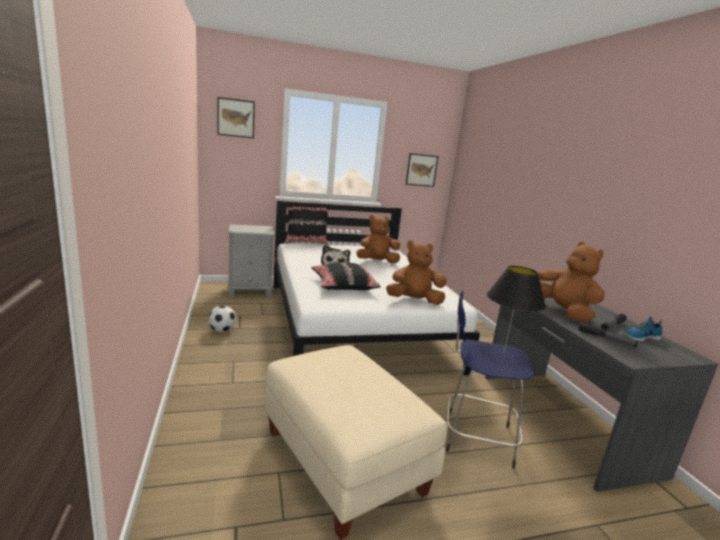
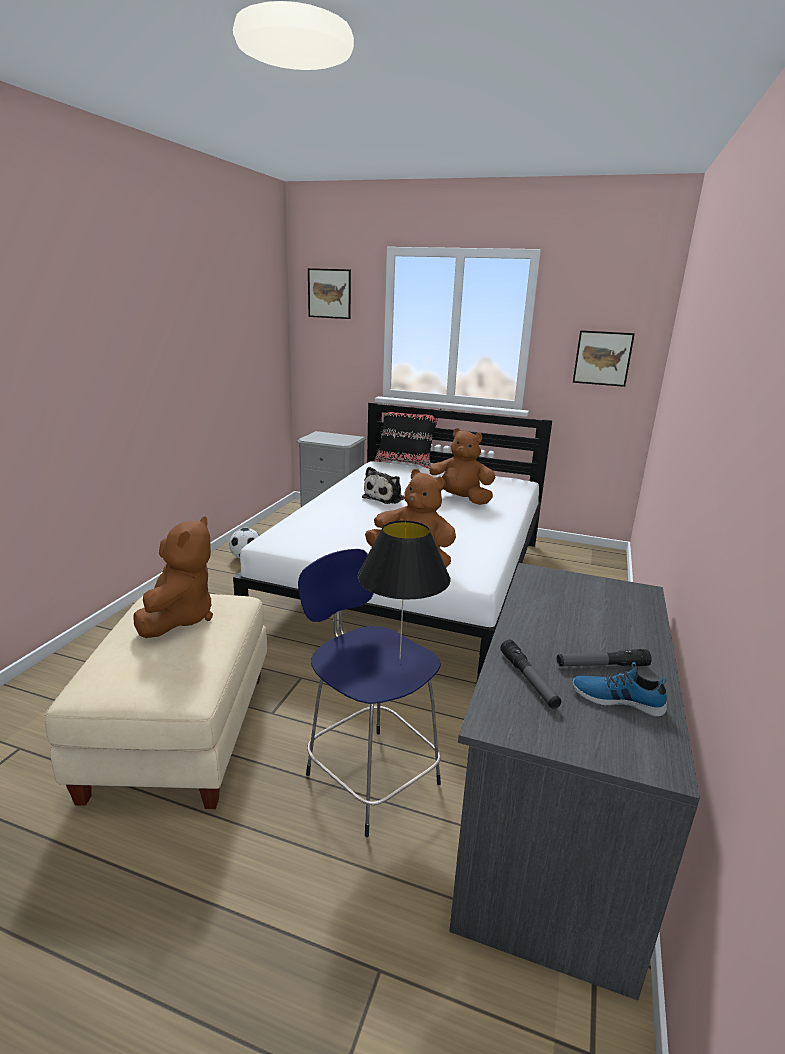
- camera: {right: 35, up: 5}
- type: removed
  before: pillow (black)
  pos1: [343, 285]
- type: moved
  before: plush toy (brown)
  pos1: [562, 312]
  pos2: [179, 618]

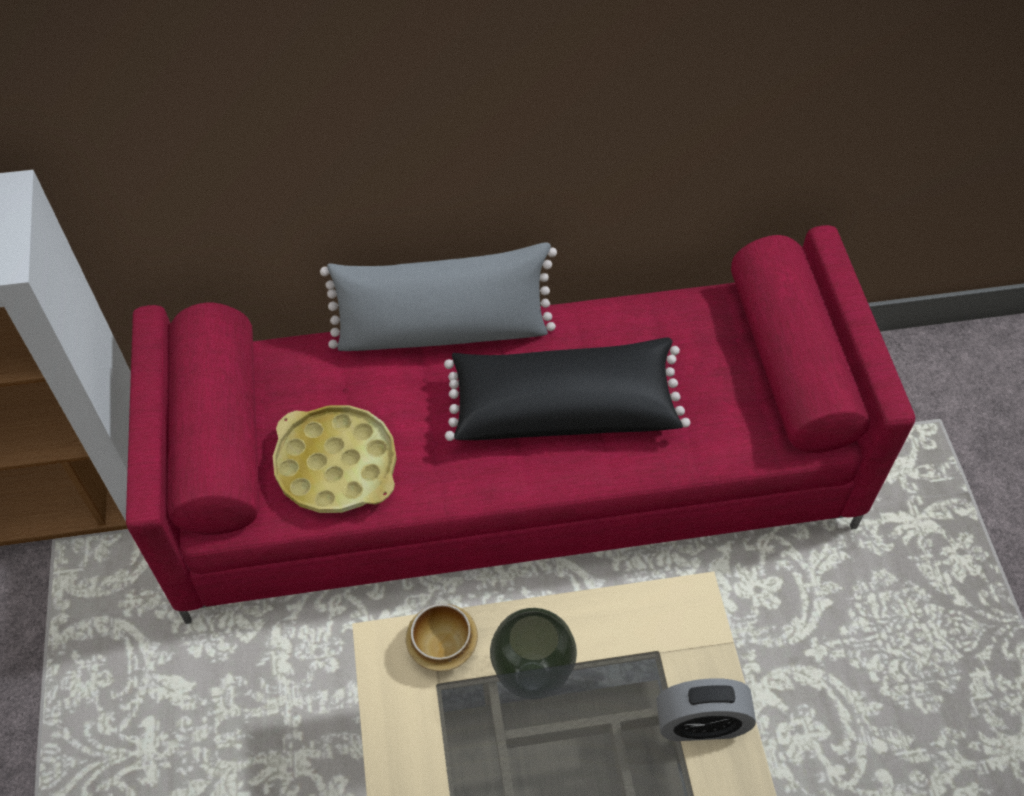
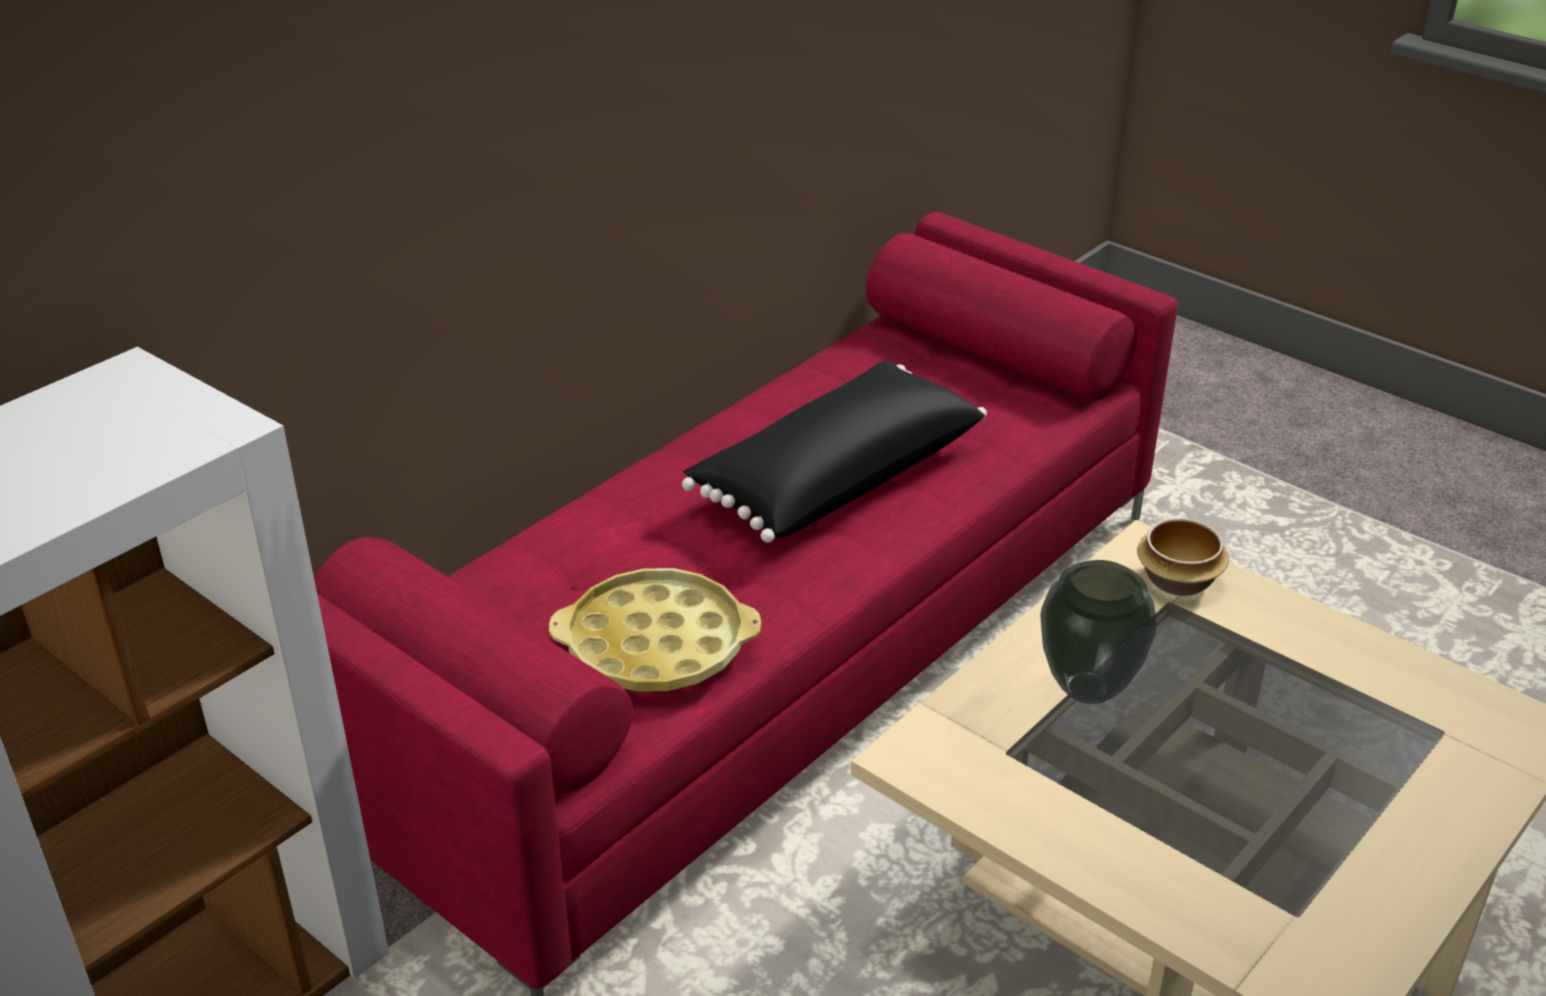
- camera: {right: -40, up: -20}
- type: removed
  before: pillow (grey)
  pos1: [443, 332]
- type: removed
  before: alarm clock
  pos1: [700, 723]
- type: moved
  before: bowl
  pos1: [443, 649]
  pos2: [1180, 581]

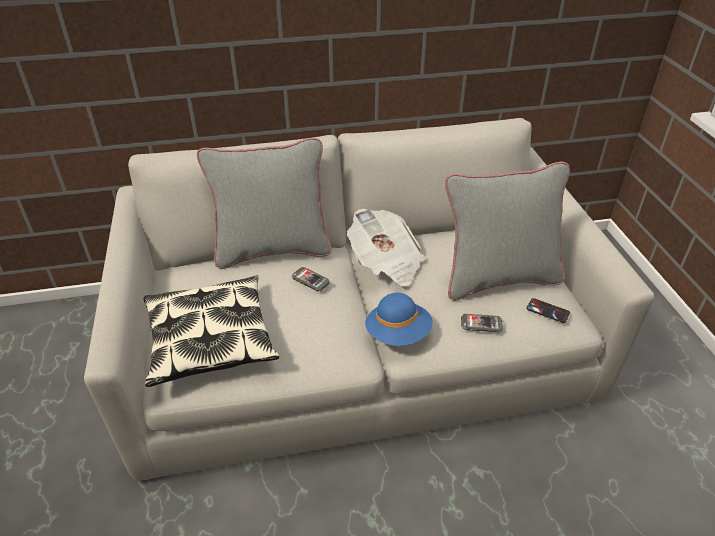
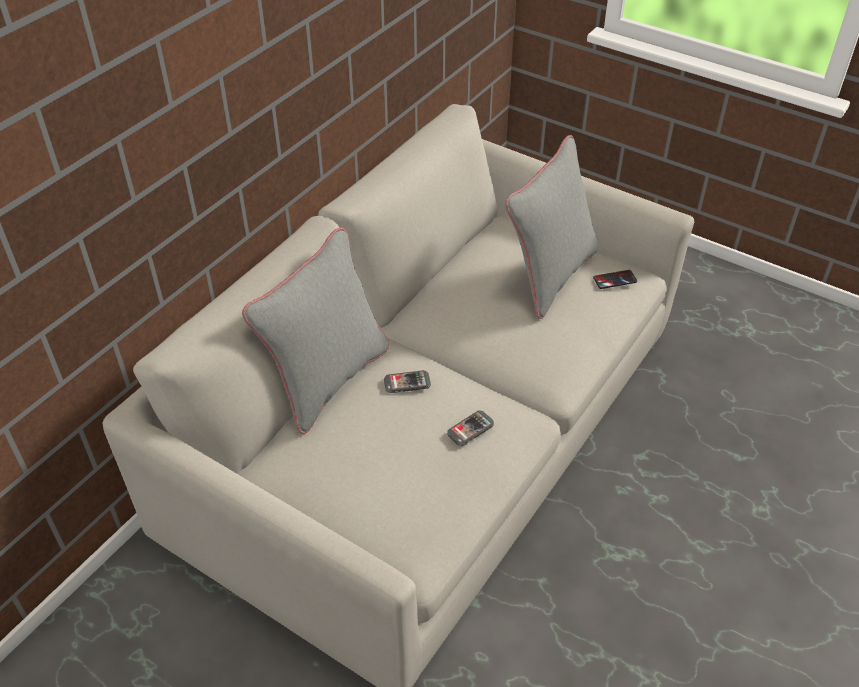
- camera: {right: -45, up: 5}
- type: removed
  before: pillow
  pos1: [210, 339]
- type: removed
  before: newspaper
  pos1: [386, 263]
- type: removed
  before: hat (blue)
  pos1: [398, 334]
- type: moved
  before: phone
  pos1: [481, 324]
  pos2: [470, 429]

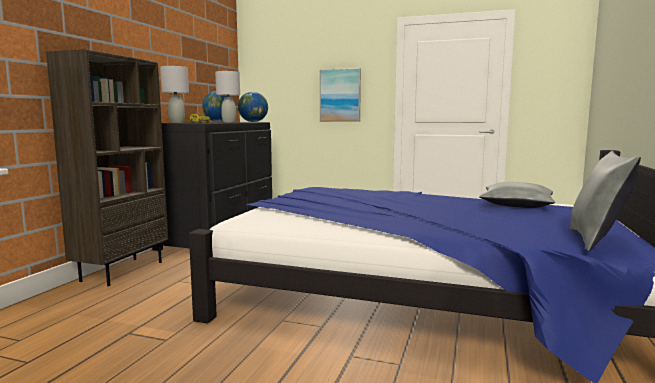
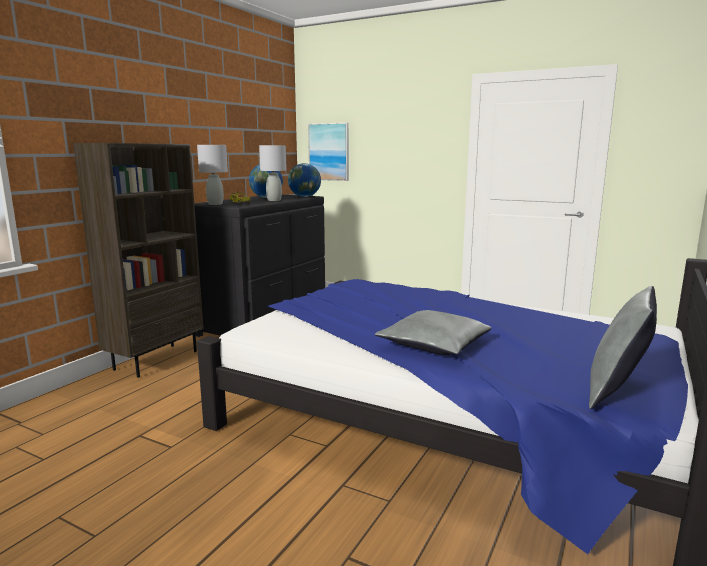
- camera: {right: 10, up: 5}
- type: moved
  before: picture
  pos1: [340, 95]
  pos2: [329, 152]
- type: moved
  before: pillow (grey)
  pos1: [516, 204]
  pos2: [433, 344]

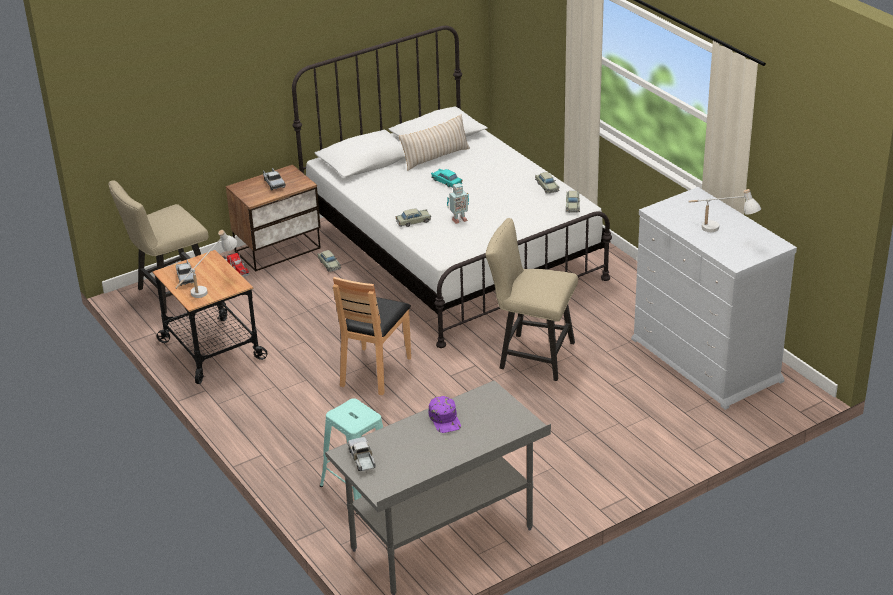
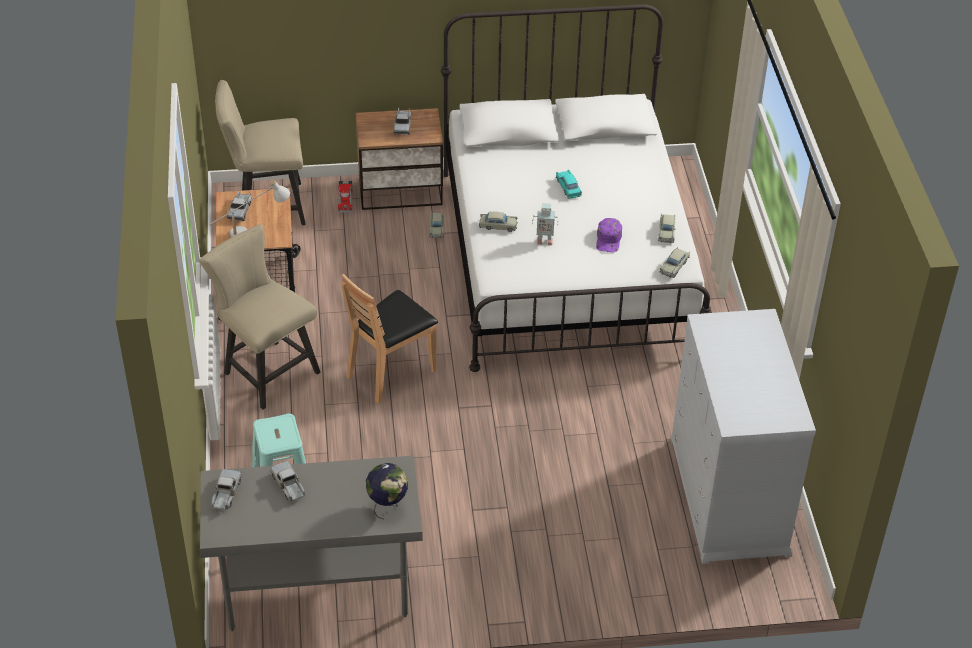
- camera: {right: 25, up: 10}
- type: removed
  before: pillow (beige)
  pos1: [435, 157]
- type: removed
  before: table lamp (white)
  pos1: [721, 232]
- type: added
  after: toy truck
  pos2: [288, 486]
- type: added
  after: globe
  pos2: [387, 505]
- type: moved
  before: cap (purple)
  pos1: [445, 419]
  pos2: [609, 239]
- type: moved
  before: chair (beige)
  pos1: [531, 355]
  pos2: [266, 370]

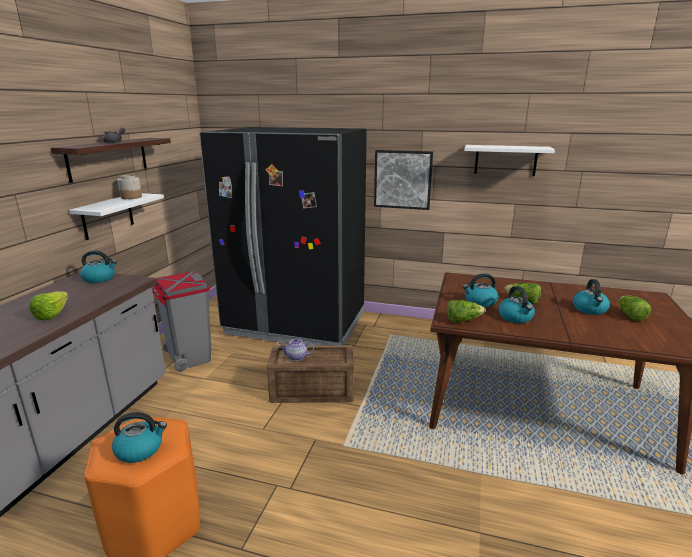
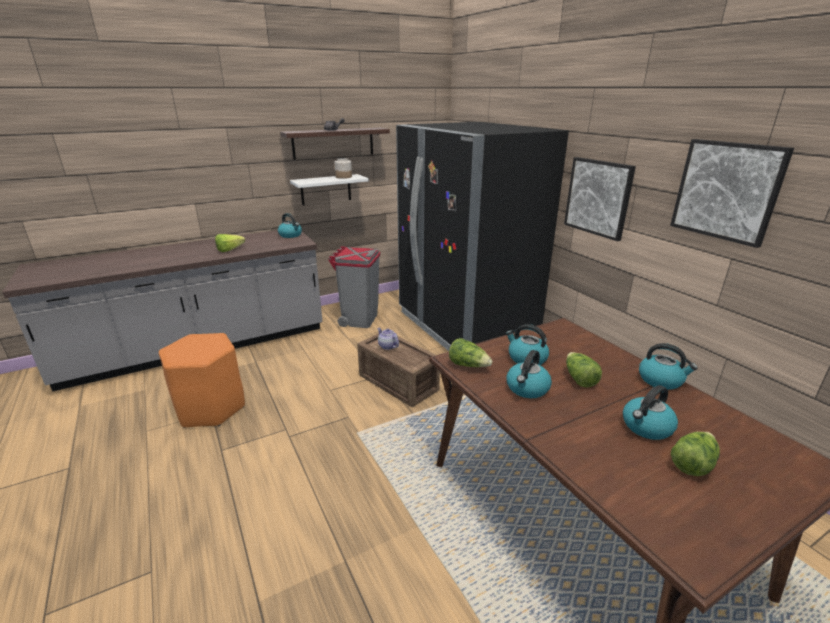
- camera: {right: 45, up: 5}
- type: moved
  before: kettle
  pos1: [140, 449]
  pos2: [661, 380]
- type: replaced
  before: shelf (white)
  after: picture
  pos1: [505, 160]
  pos2: [726, 191]

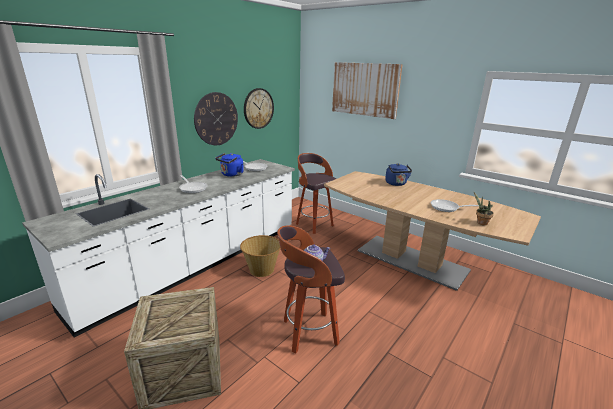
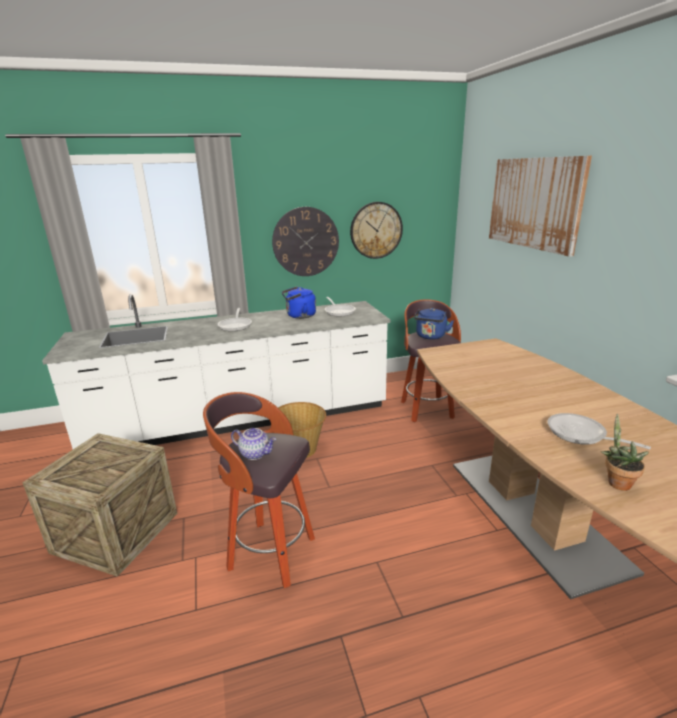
- camera: {right: 35, up: 0}
- type: moved
  before: kettle (blue)
  pos1: [396, 184]
  pos2: [430, 337]

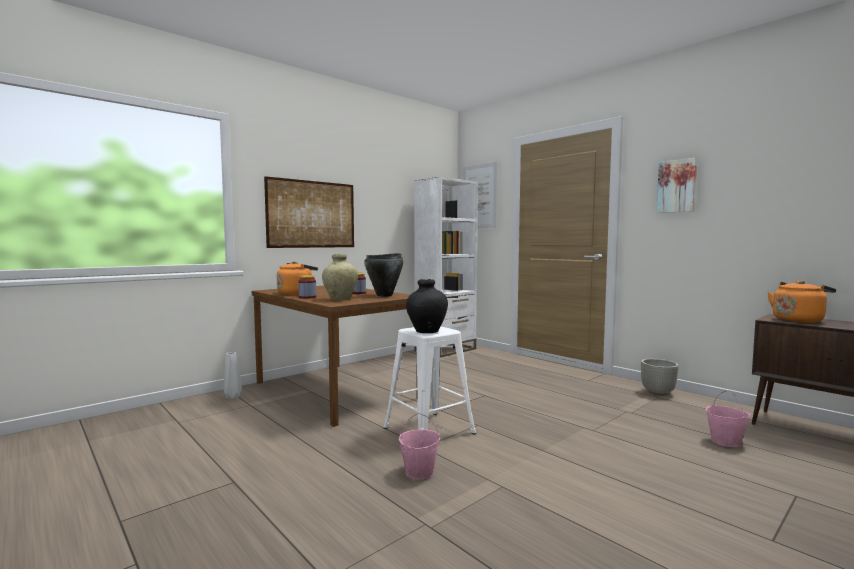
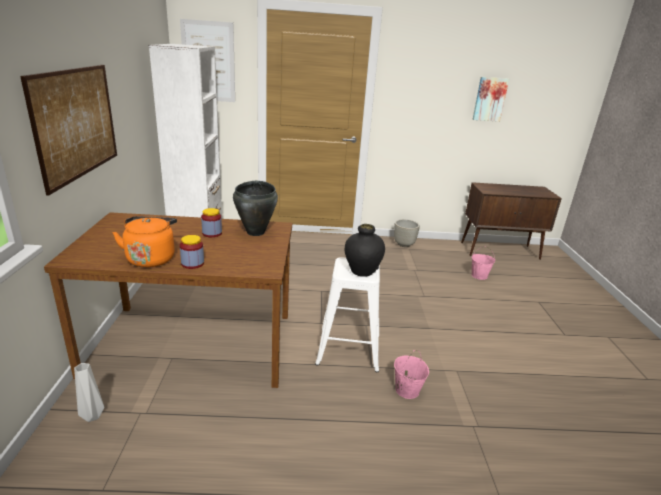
- camera: {right: -50, up: 20}
- type: removed
  before: vase (beige)
  pos1: [340, 299]
- type: removed
  before: kettle (orange)
  pos1: [798, 320]
- type: moved
  before: picture
  pos1: [677, 186]
  pos2: [489, 99]

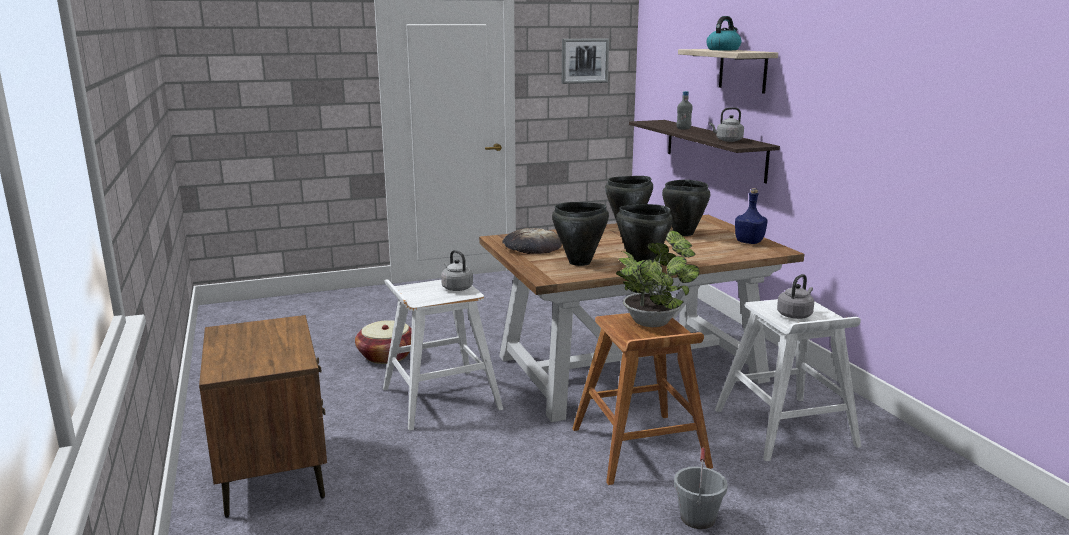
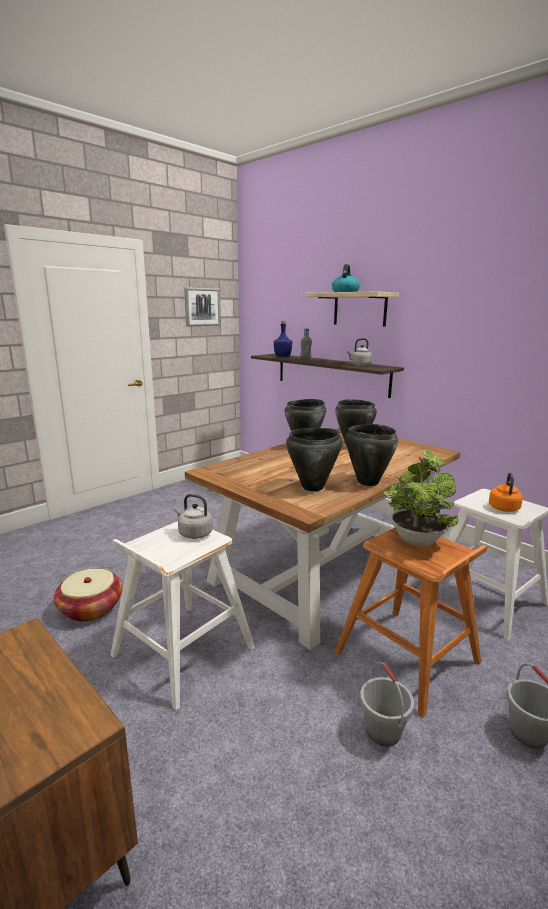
- camera: {right: -25, up: 0}
- type: removed
  before: bread
  pos1: [532, 247]
- type: added
  after: bucket (grey)
  pos2: [382, 731]
- type: moved
  before: bottle (blue)
  pos1: [749, 242]
  pos2: [282, 356]
- type: recoloured
  before: kettle (grey)
  after: kettle (orange)
  pos1: [795, 315]
  pos2: [503, 507]

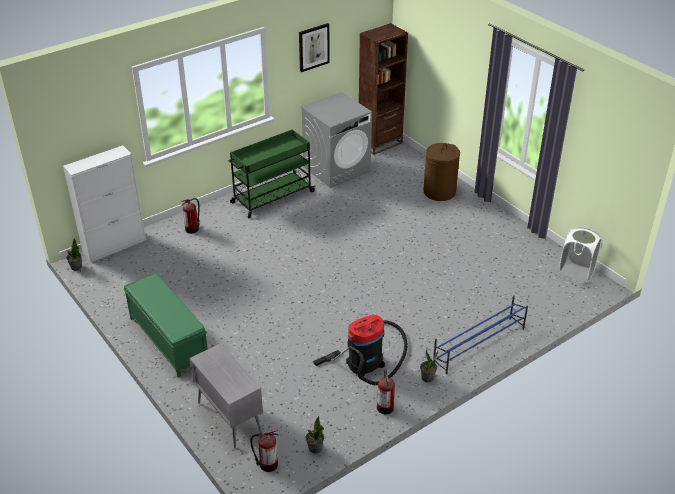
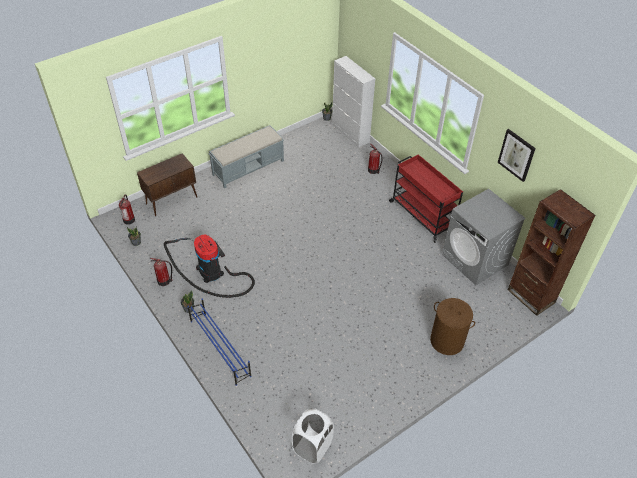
- camera: {right: 90, up: 10}
- type: recoloured
  before: bench (green)
  after: bench (grey)
  pos1: [168, 339]
  pos2: [249, 167]
- type: recoloured
  before: cabinet (grey)
  after: cabinet (brown)
  pos1: [229, 417]
  pos2: [172, 200]
- type: recoloured
  before: cart (green)
  after: cart (red)
  pos1: [271, 197]
  pos2: [422, 215]

